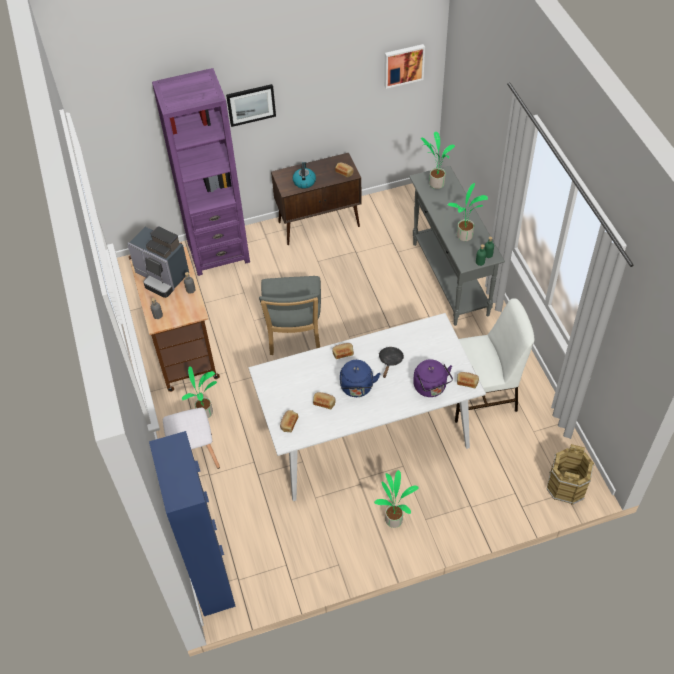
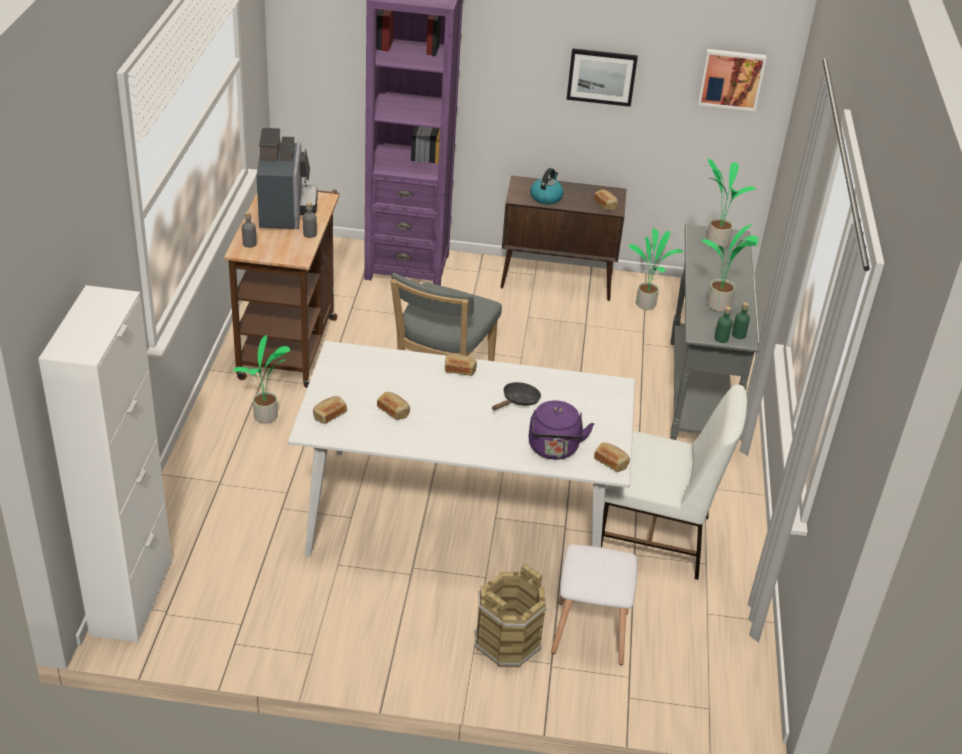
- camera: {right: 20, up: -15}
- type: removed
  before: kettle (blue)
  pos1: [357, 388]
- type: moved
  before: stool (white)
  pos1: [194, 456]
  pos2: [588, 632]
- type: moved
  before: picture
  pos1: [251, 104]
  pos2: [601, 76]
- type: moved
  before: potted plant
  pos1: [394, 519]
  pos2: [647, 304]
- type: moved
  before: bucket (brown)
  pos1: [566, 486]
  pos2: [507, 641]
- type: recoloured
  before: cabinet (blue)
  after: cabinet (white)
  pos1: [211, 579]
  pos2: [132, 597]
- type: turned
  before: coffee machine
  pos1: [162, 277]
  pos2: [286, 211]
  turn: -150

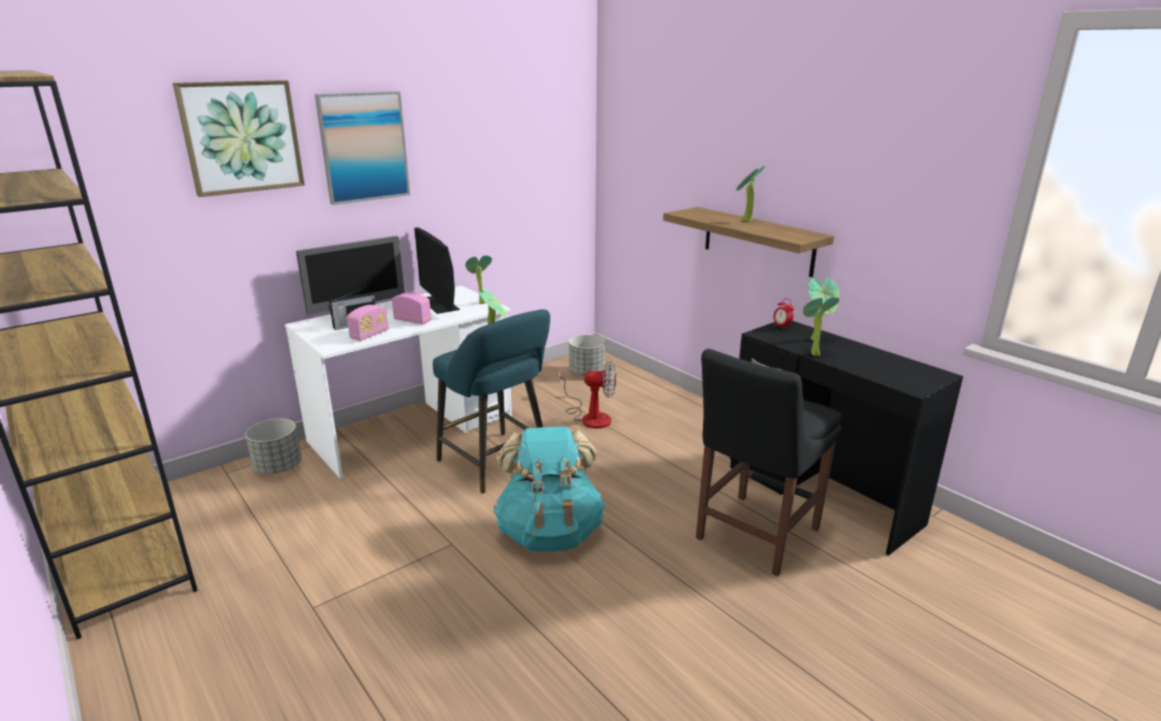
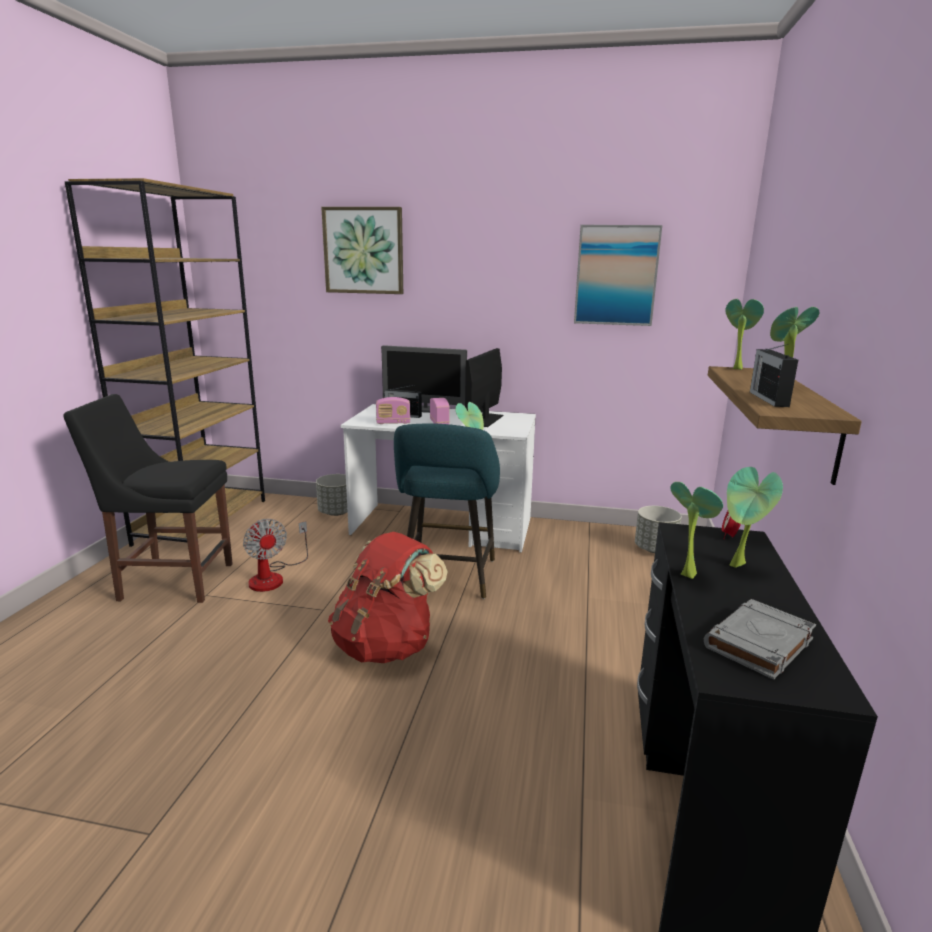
- camera: {right: 50, up: -5}
- type: added
  after: book (grey)
  pos2: [758, 644]
- type: added
  after: radio
  pos2: [768, 399]
- type: moved
  before: picture
  pos1: [363, 147]
  pos2: [616, 275]
- type: moved
  before: potted plant
  pos1: [480, 303]
  pos2: [735, 368]
- type: moved
  before: fan
  pos1: [590, 416]
  pos2: [273, 577]
- type: moved
  before: chair (black)
  pos1: [753, 536]
  pos2: [172, 581]
- type: recoloured
  before: backpack (turquoise)
  after: backpack (red)
  pos1: [550, 532]
  pos2: [386, 645]

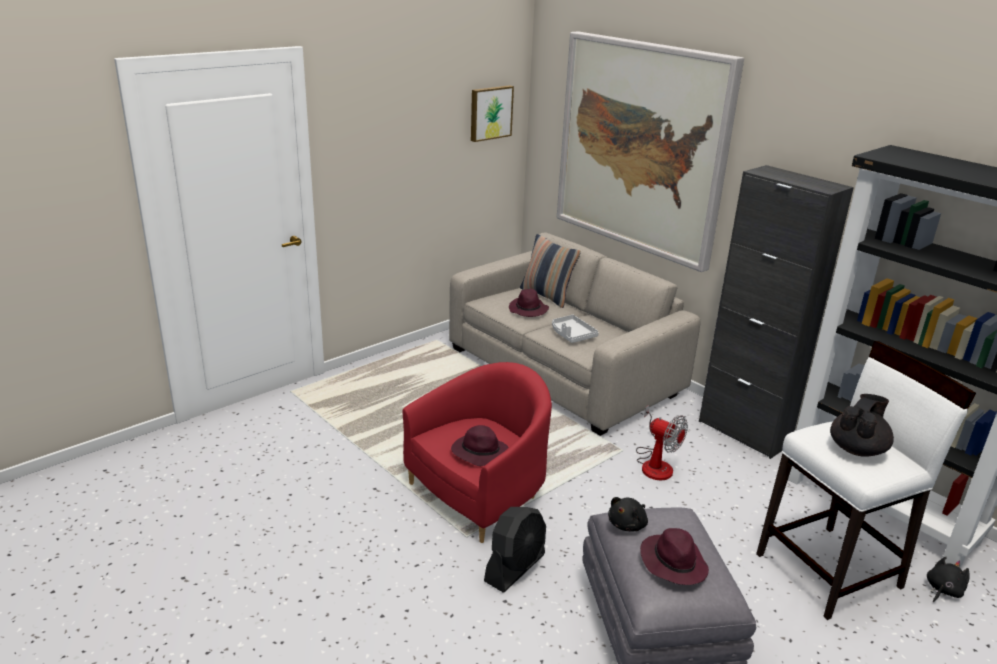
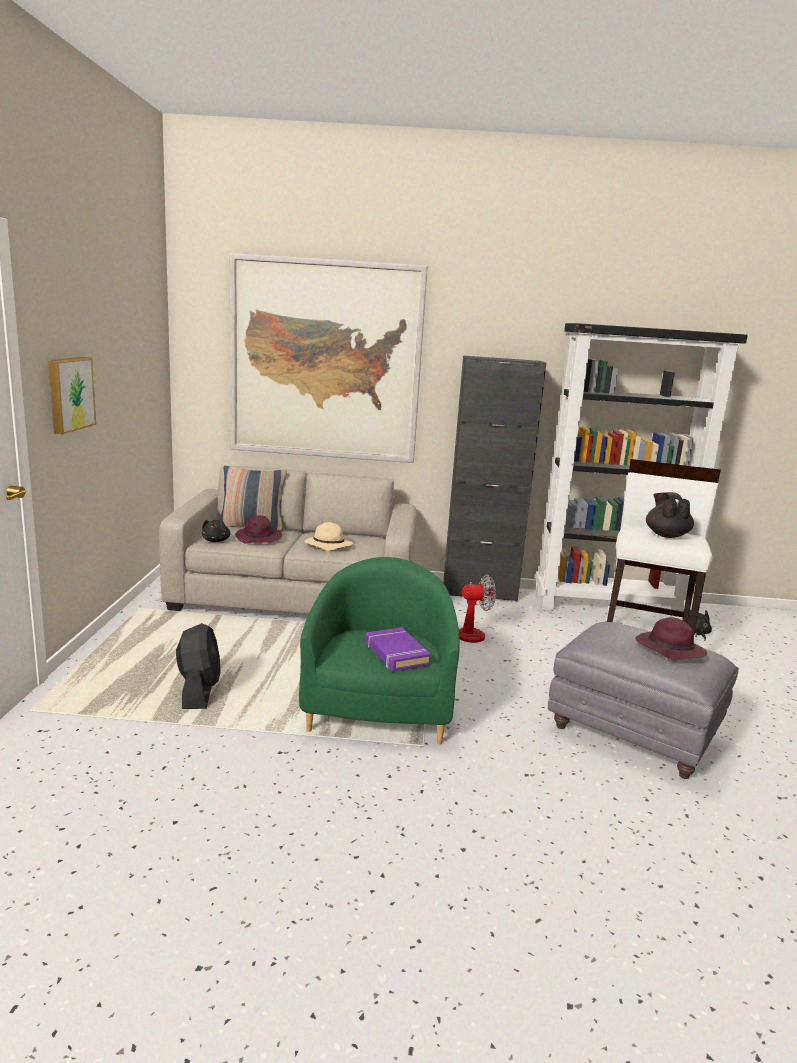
- camera: {right: -45, up: -10}
- type: moved
  before: picture
  pos1: [490, 112]
  pos2: [69, 394]
- type: moved
  before: fan (black)
  pos1: [515, 567]
  pos2: [199, 691]
- type: moved
  before: plush toy (black)
  pos1: [628, 524]
  pos2: [216, 540]
- type: replaced
  before: hat (purple)
  after: book (purple)
  pos1: [479, 453]
  pos2: [396, 654]
- type: replaced
  before: tray (grey)
  after: hat (beige)
  pos1: [572, 335]
  pos2: [327, 545]
- type: recoloured
  before: armchair (red)
  after: armchair (green)
  pos1: [480, 493]
  pos2: [378, 709]

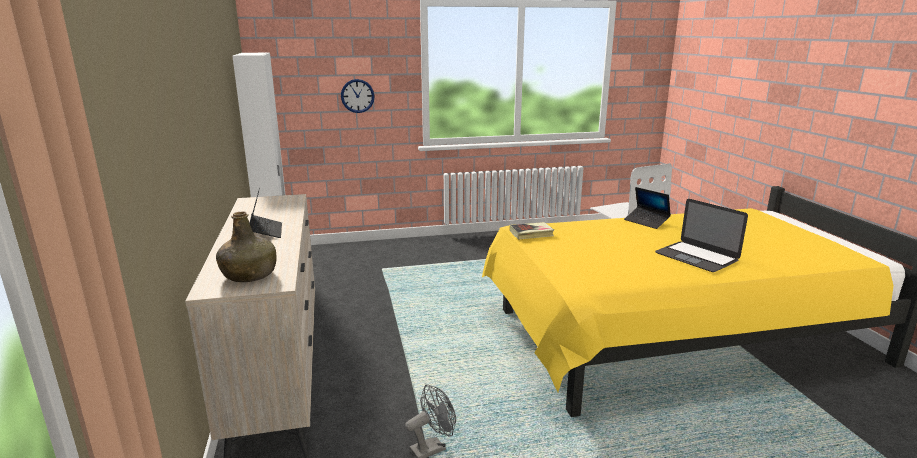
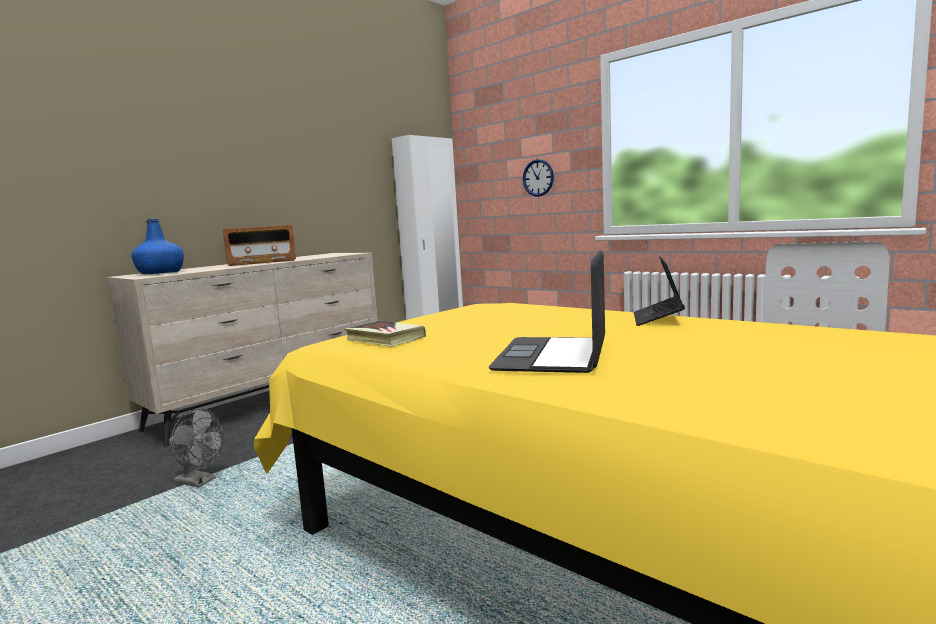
- camera: {right: 55, up: -10}
- type: moved
  before: book
  pos1: [531, 233]
  pos2: [385, 339]
- type: replaced
  before: laptop
  after: radio
  pos1: [266, 231]
  pos2: [261, 262]
- type: recoloured
  before: bottle (green)
  after: bottle (blue)
  pos1: [249, 275]
  pos2: [161, 273]

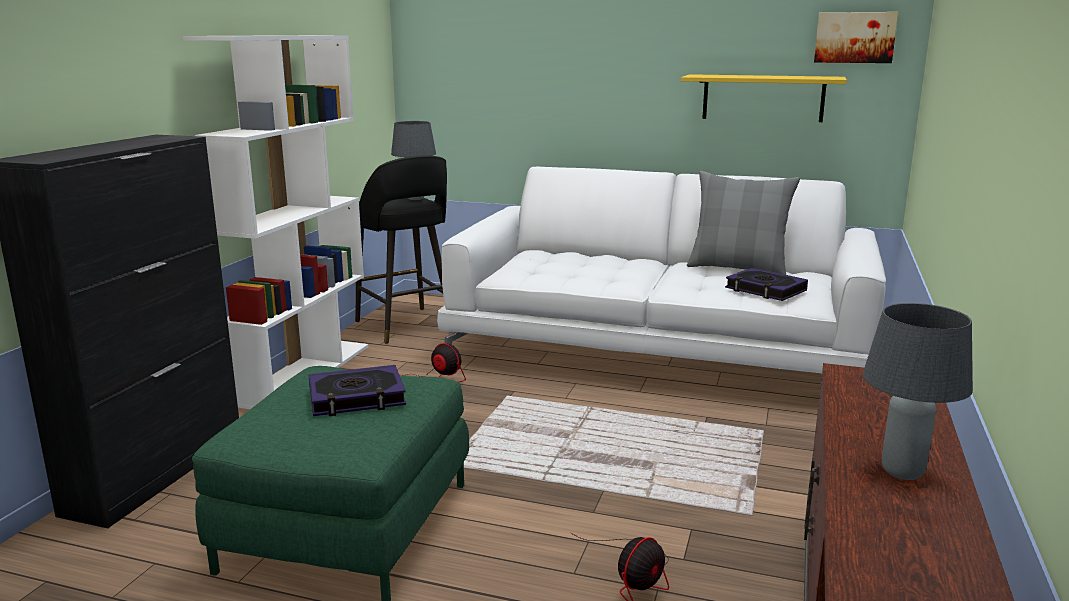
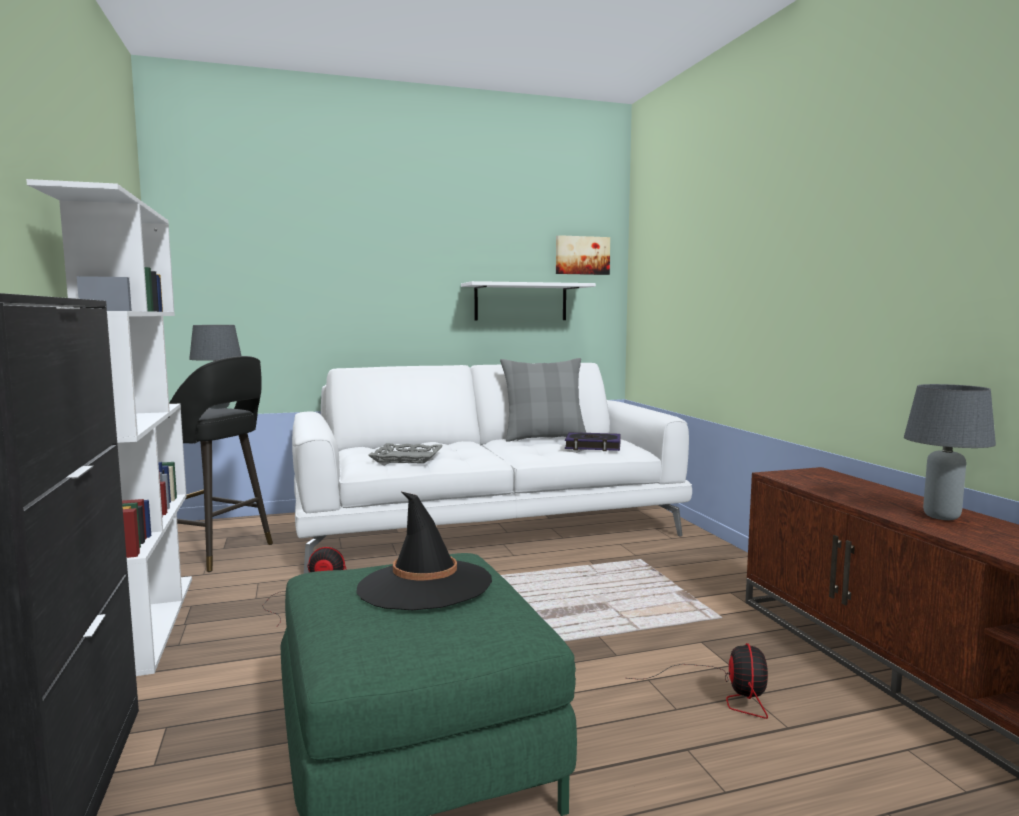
- camera: {right: -35, up: -10}
- type: added
  after: tray (grey)
  pos2: [406, 458]
- type: replaced
  before: book
  after: hat (black)
  pos1: [357, 398]
  pos2: [424, 585]
- type: recoloured
  before: shelf (yellow)
  after: shelf (white)
  pos1: [763, 98]
  pos2: [520, 302]

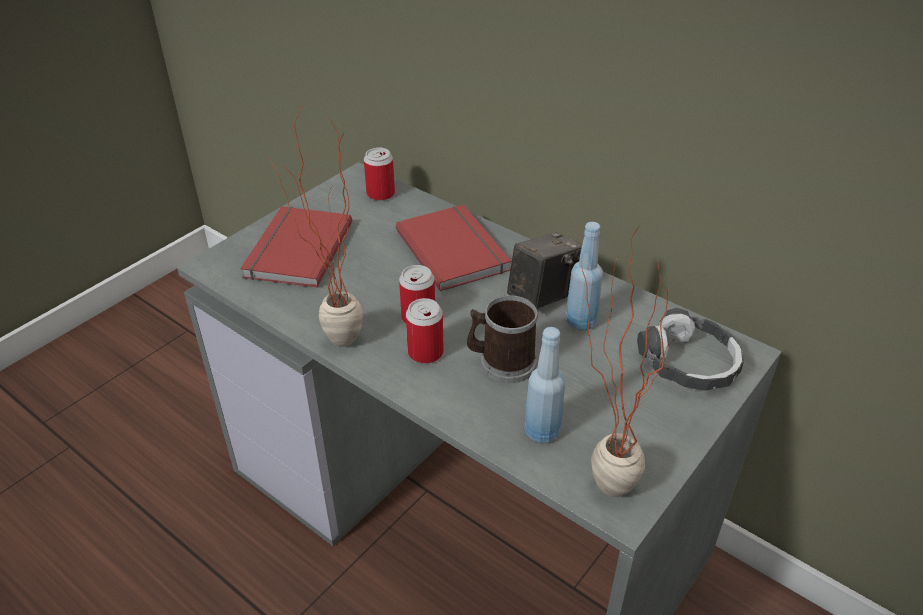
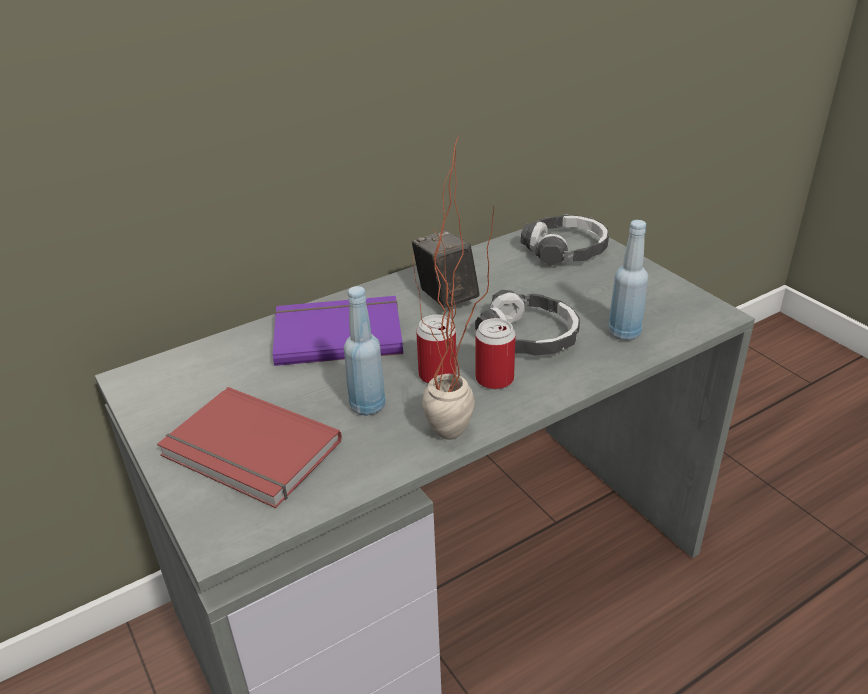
- camera: {right: -70, up: -5}
- type: removed
  before: can
  pos1: [380, 194]
- type: removed
  before: potted plant
  pos1: [599, 479]
- type: moved
  before: bottle (blue)
  pos1: [581, 322]
  pos2: [367, 406]
- type: replaced
  before: mug
  after: headphones
  pos1: [501, 362]
  pos2: [528, 337]
- type: recoloured
  before: book (red)
  after: book (purple)
  pos1: [455, 249]
  pos2: [337, 333]

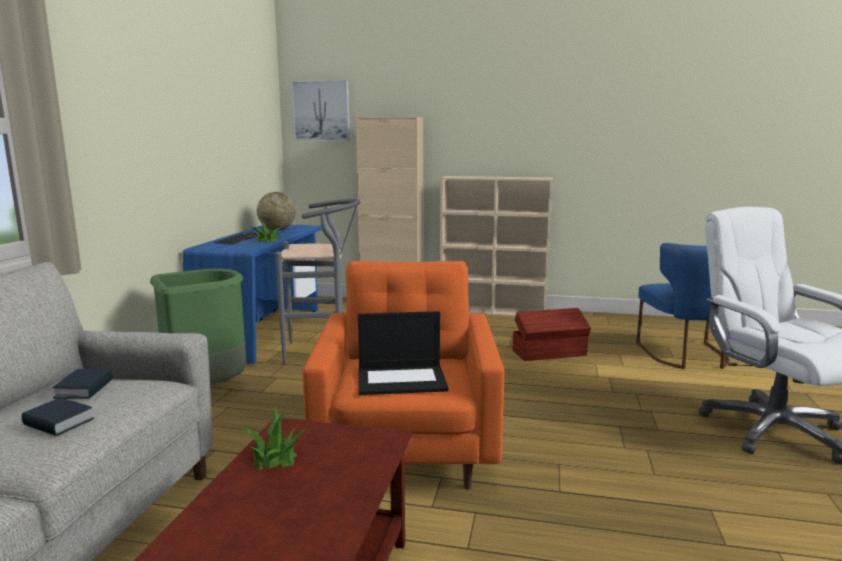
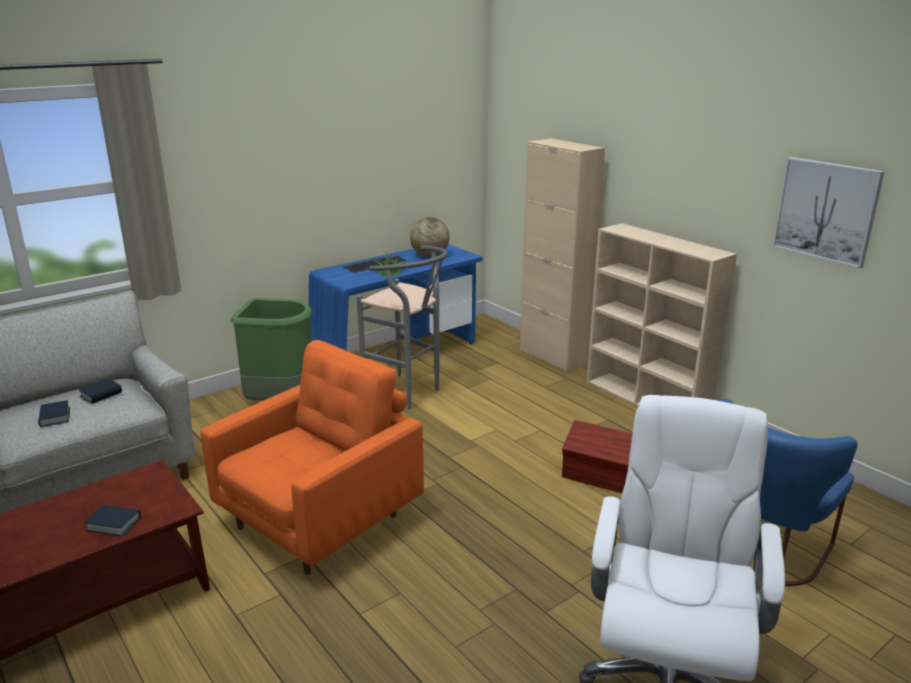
- camera: {right: 40, up: 10}
- type: removed
  before: potted plant
  pos1: [275, 455]
- type: removed
  before: laptop
  pos1: [402, 380]
- type: added
  after: book
  pos2: [114, 524]
- type: moved
  before: picture
  pos1: [321, 111]
  pos2: [826, 211]

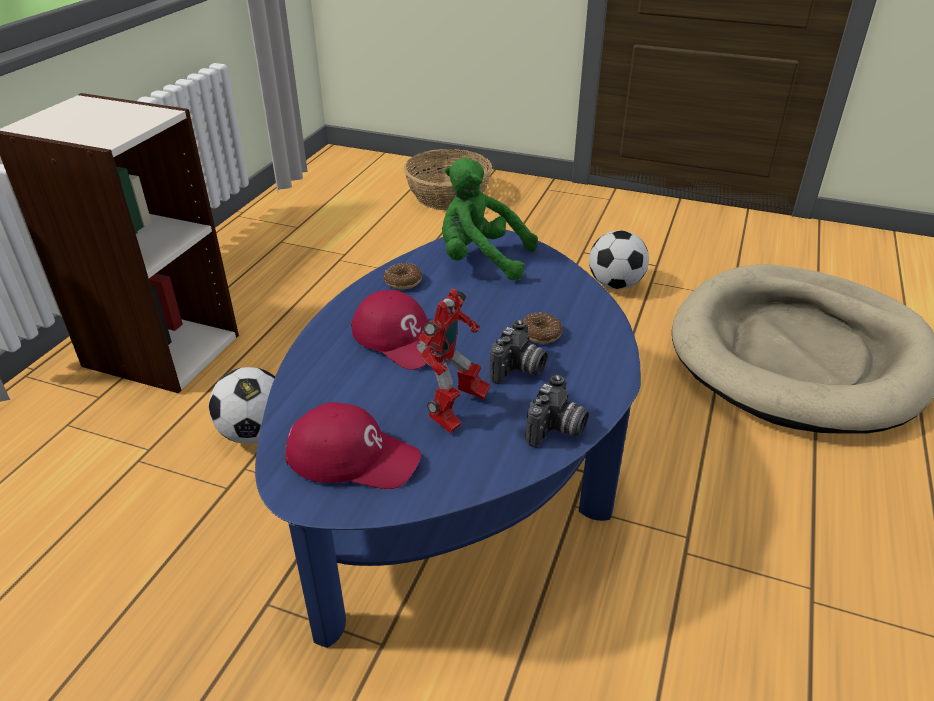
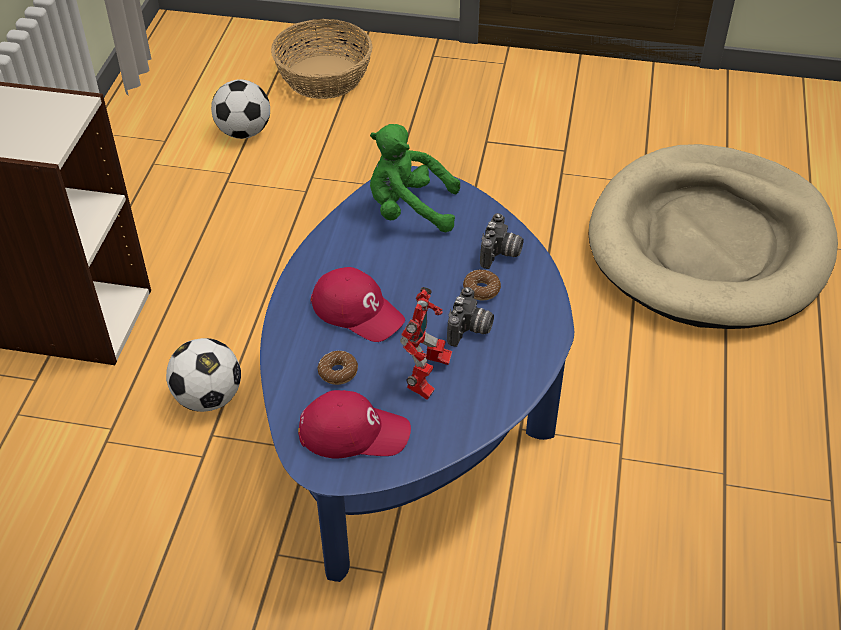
- camera: {right: -10, up: 10}
- type: moved
  before: donut
  pos1: [403, 282]
  pos2: [338, 372]
- type: moved
  before: photo camera
  pos1: [557, 430]
  pos2: [501, 254]
- type: moved
  before: football
  pos1: [615, 284]
  pos2: [244, 132]

